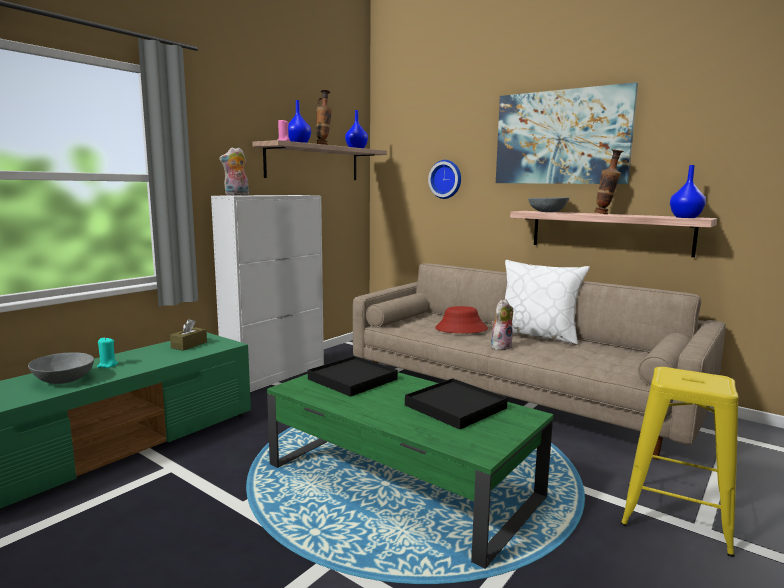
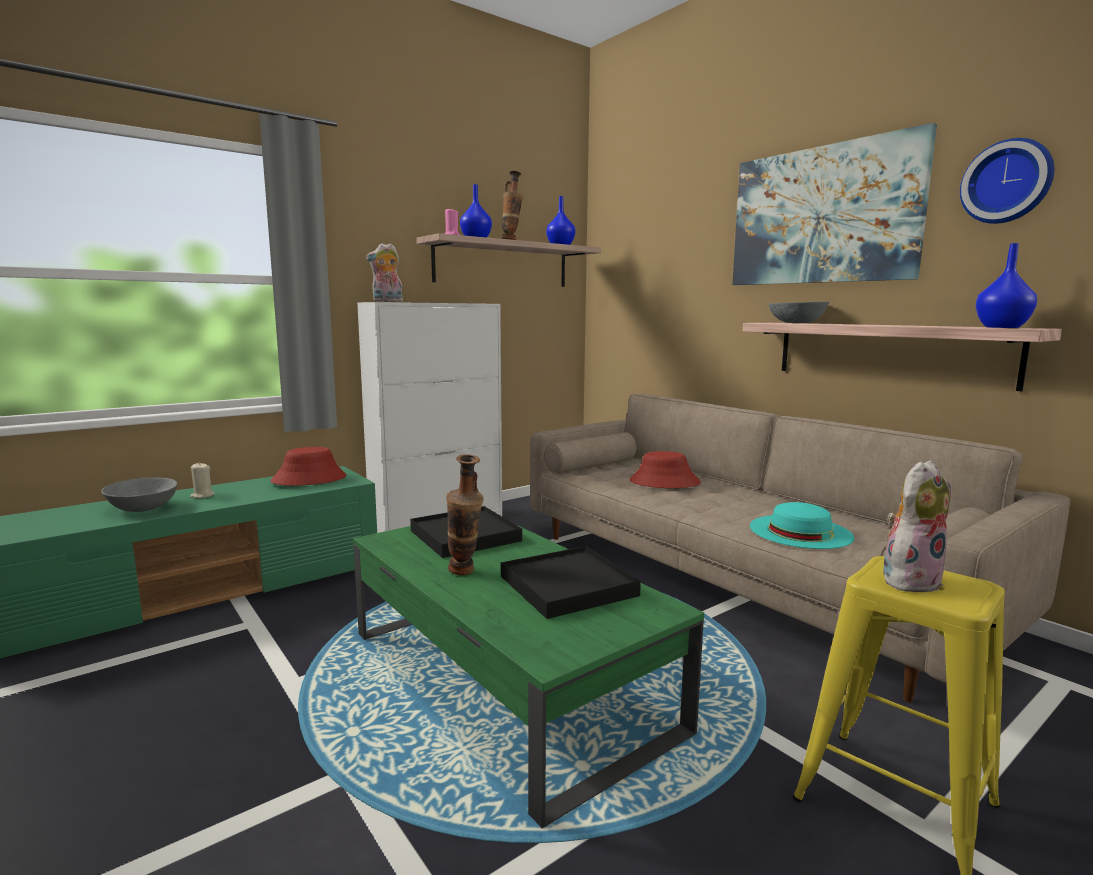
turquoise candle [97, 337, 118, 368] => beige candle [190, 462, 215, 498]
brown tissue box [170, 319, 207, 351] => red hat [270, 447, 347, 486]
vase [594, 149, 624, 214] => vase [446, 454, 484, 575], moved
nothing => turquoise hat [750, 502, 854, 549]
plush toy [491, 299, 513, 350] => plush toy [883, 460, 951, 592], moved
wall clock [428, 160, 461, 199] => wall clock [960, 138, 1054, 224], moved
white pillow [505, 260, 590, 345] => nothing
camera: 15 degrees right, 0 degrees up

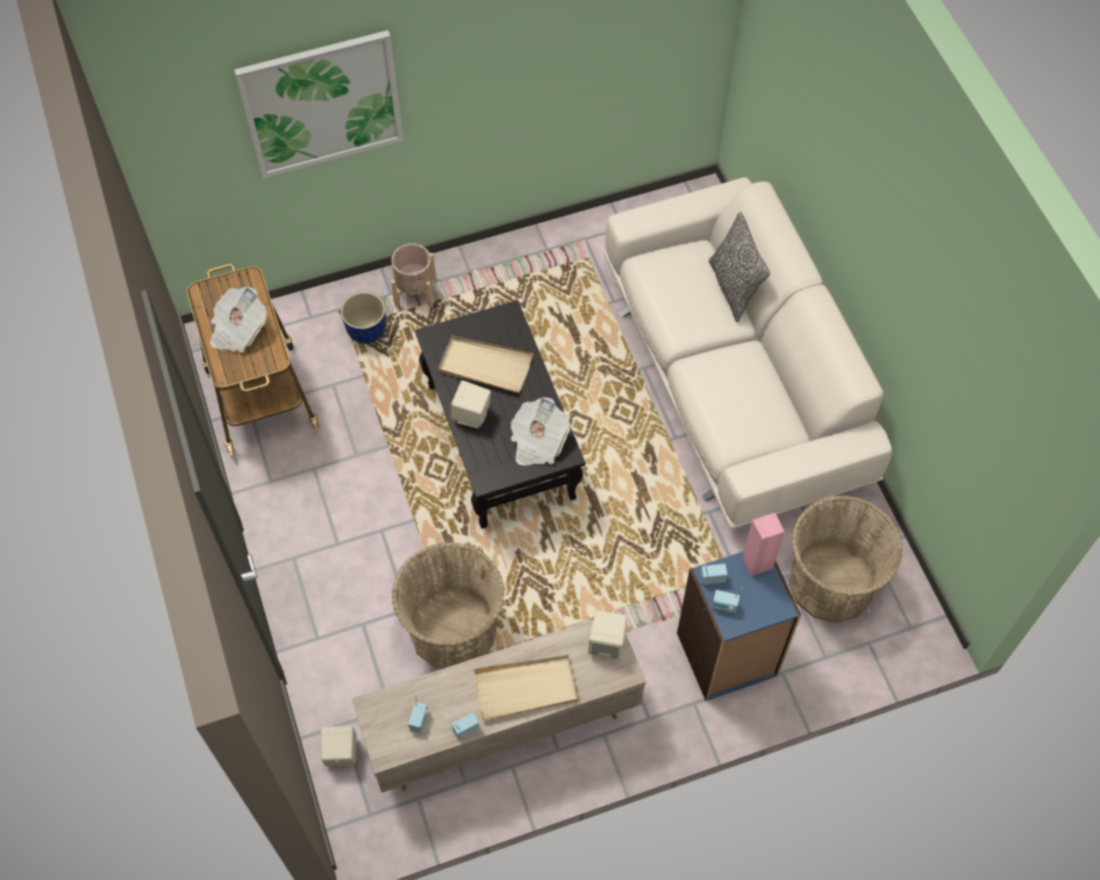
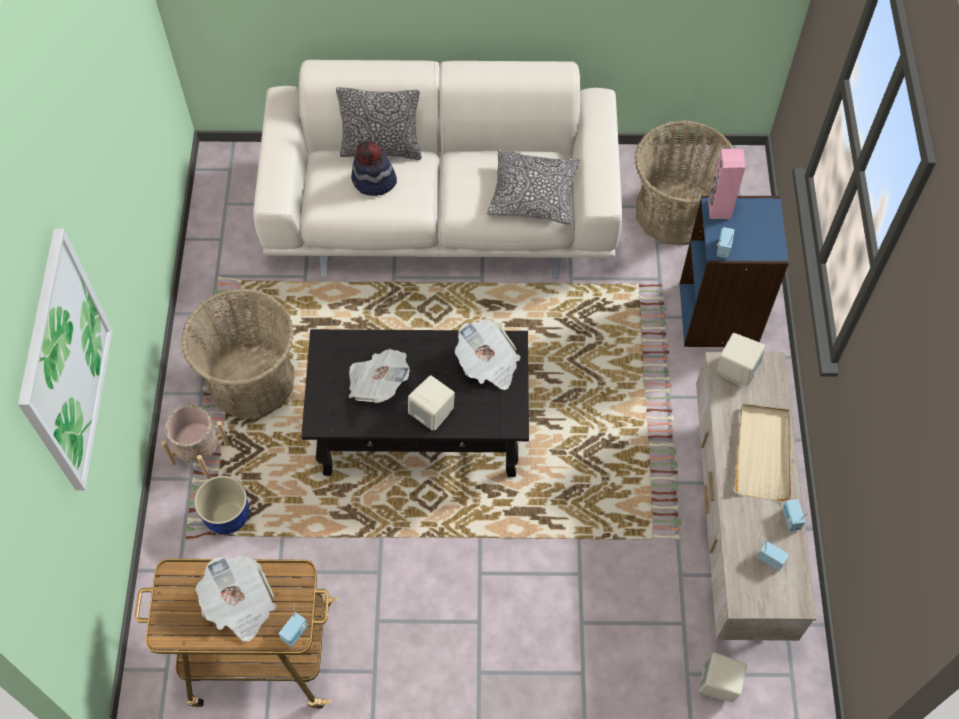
basket [392, 542, 504, 669] => basket [181, 289, 294, 418], moved
radio [712, 588, 742, 613] => radio [278, 605, 308, 647], moved
beige tray [438, 336, 533, 393] => newspaper [349, 349, 410, 403]
nothing => hat [351, 141, 397, 196]
nothing => pillow [487, 150, 580, 225]
camera: 70 degrees left, 0 degrees up

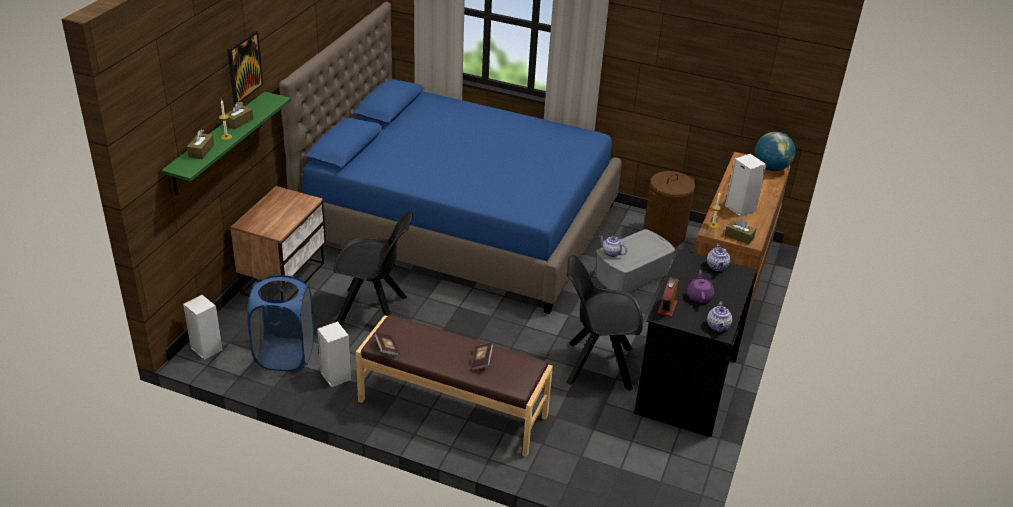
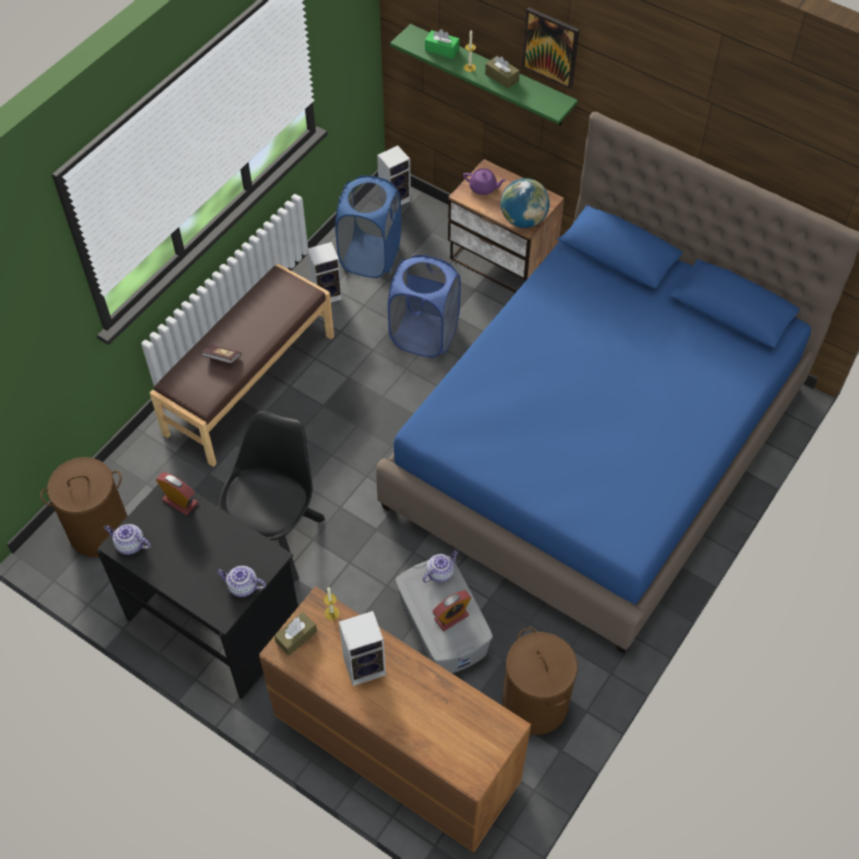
nothing => brown laundry basket [40, 457, 127, 557]
black chair [333, 211, 413, 326] => blue laundry basket [388, 255, 461, 358]
brown tissue box [187, 129, 214, 159] => green tissue box [425, 29, 459, 59]
nothing => alarm clock [432, 590, 471, 631]
purple teapot [687, 270, 714, 303] => purple teapot [463, 168, 507, 195], moved
globe [755, 132, 796, 171] => globe [501, 178, 550, 228], moved
book [374, 332, 400, 356] => nothing
camera: 105 degrees right, 20 degrees up

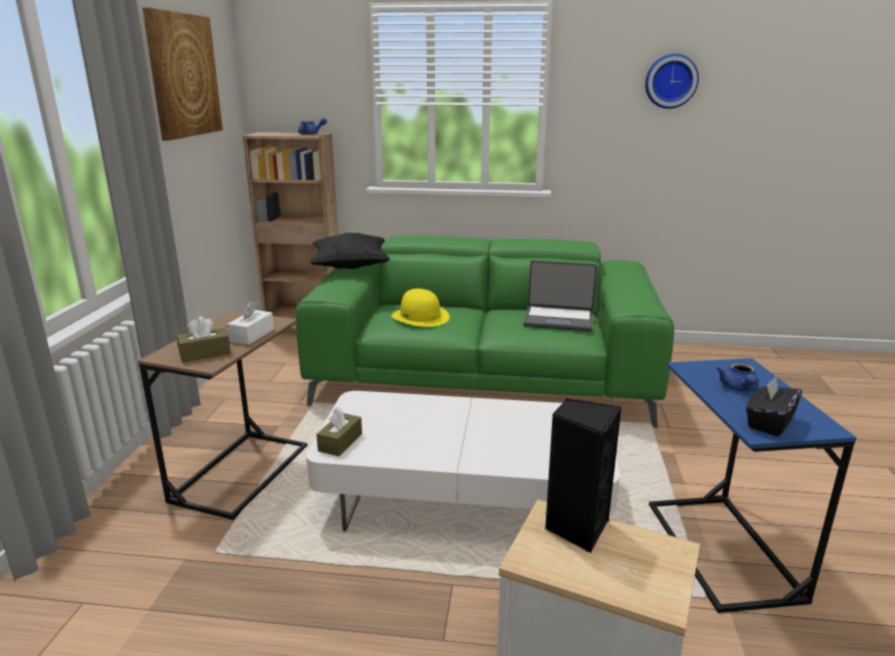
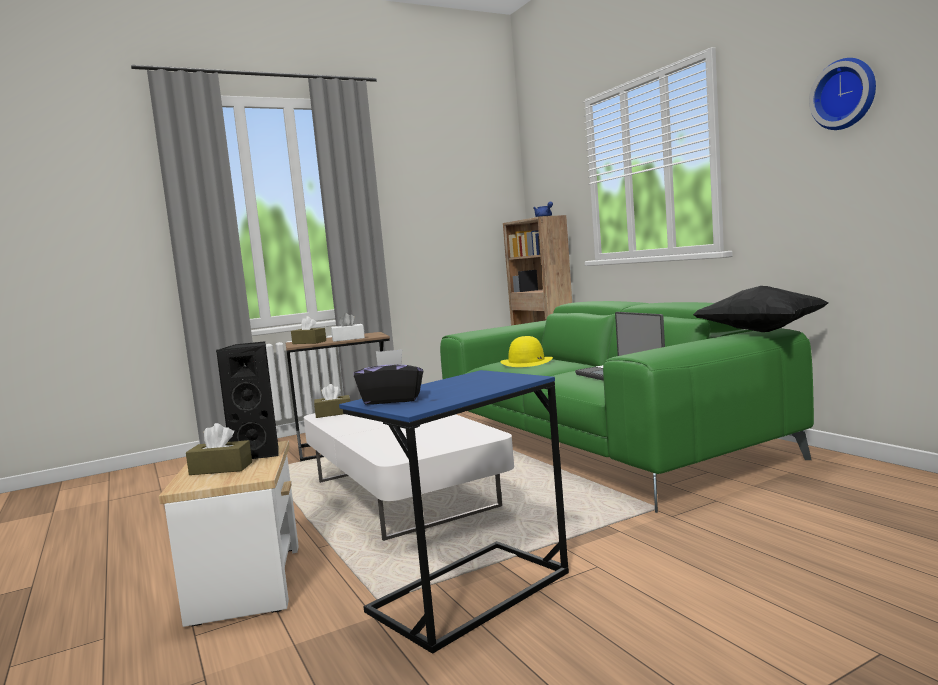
nothing => brown tissue box [186, 423, 252, 475]
black pillow [309, 233, 390, 269] => black pillow [693, 286, 829, 332], moved
picture [143, 7, 223, 141] => nothing
blue teapot [717, 362, 759, 392] => nothing
camera: 55 degrees right, 15 degrees down

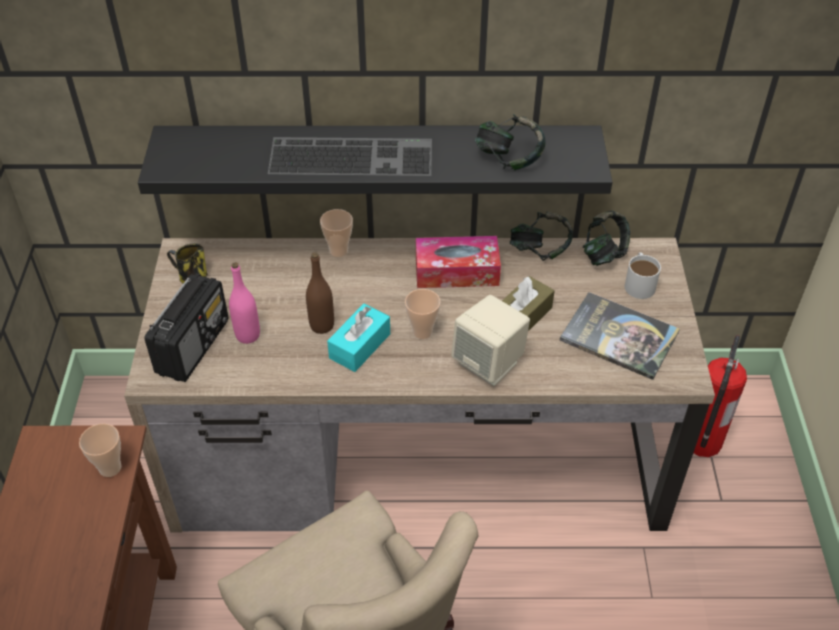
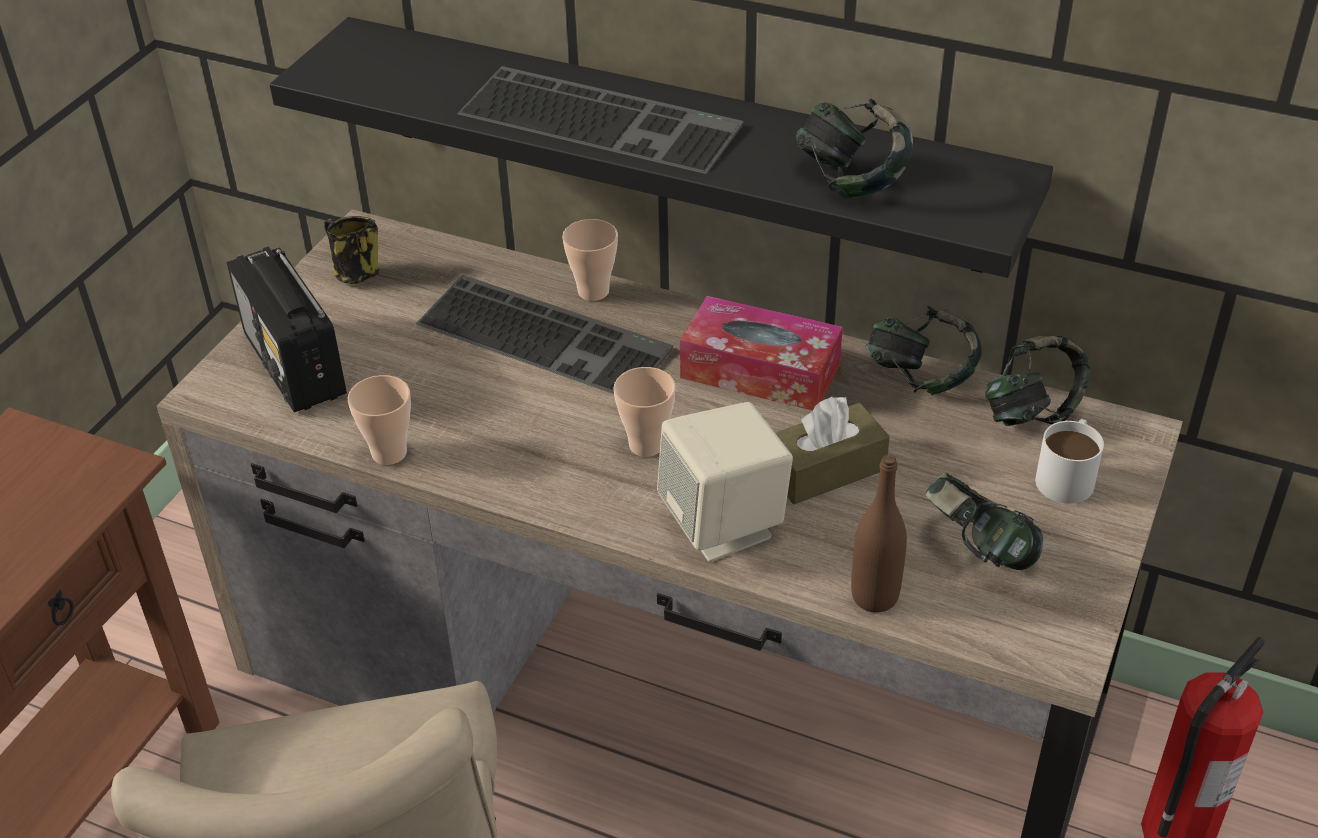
radio [144, 274, 228, 382] => radio [227, 247, 347, 413], 105 degrees clockwise
cup [79, 423, 121, 477] => cup [348, 375, 411, 465], moved
nothing => keyboard [416, 275, 673, 394]
brown bottle [306, 253, 334, 334] => brown bottle [851, 454, 907, 612], moved
book [560, 292, 680, 380] => headphones [926, 472, 1043, 570]
pink bottle [229, 262, 260, 344] => nothing
turquoise tissue box [327, 304, 390, 372] => nothing
camera: 25 degrees right, 5 degrees down

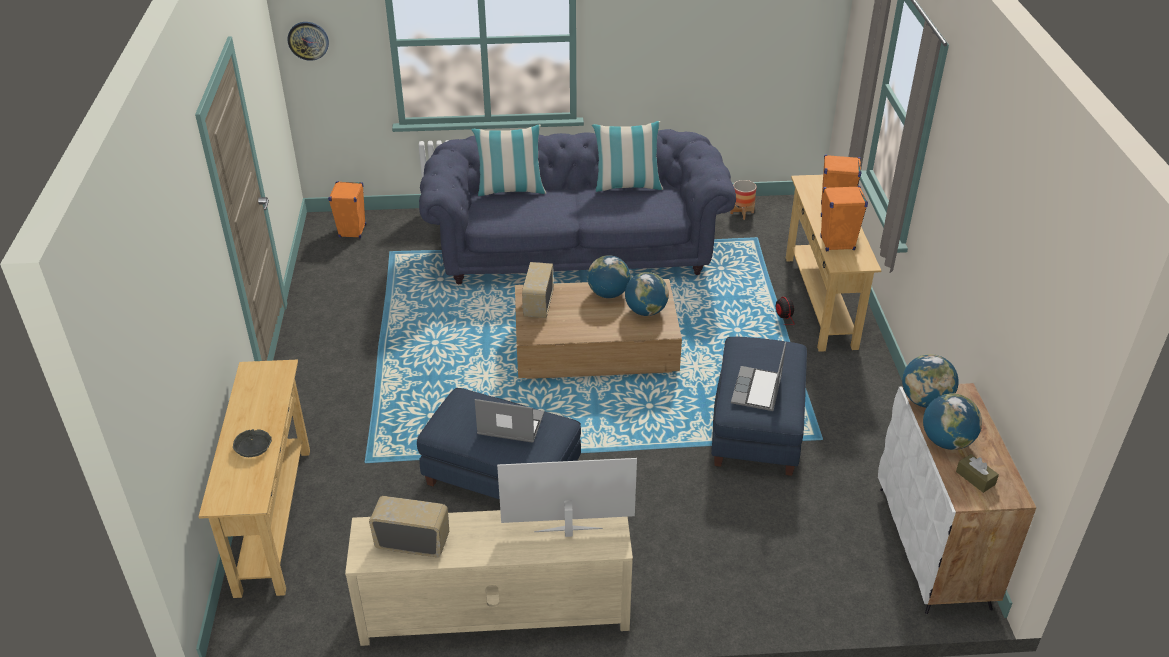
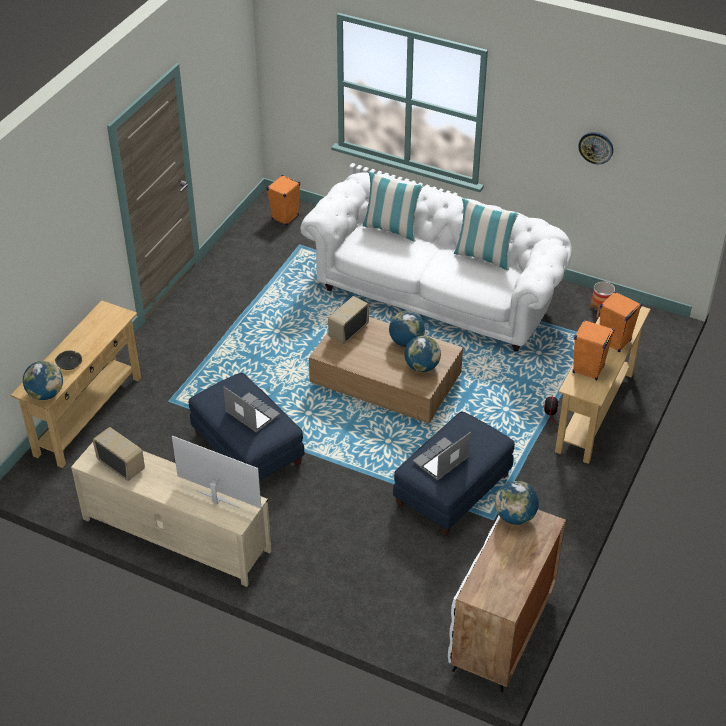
globe [923, 393, 982, 450] => globe [23, 361, 63, 400], moved
blue sofa [419, 129, 736, 284] => white sofa [300, 172, 572, 352]
wall clock [287, 22, 329, 61] => wall clock [578, 132, 613, 164], moved
brown tissue box [956, 454, 999, 493] => nothing
camera: 30 degrees right, 5 degrees up

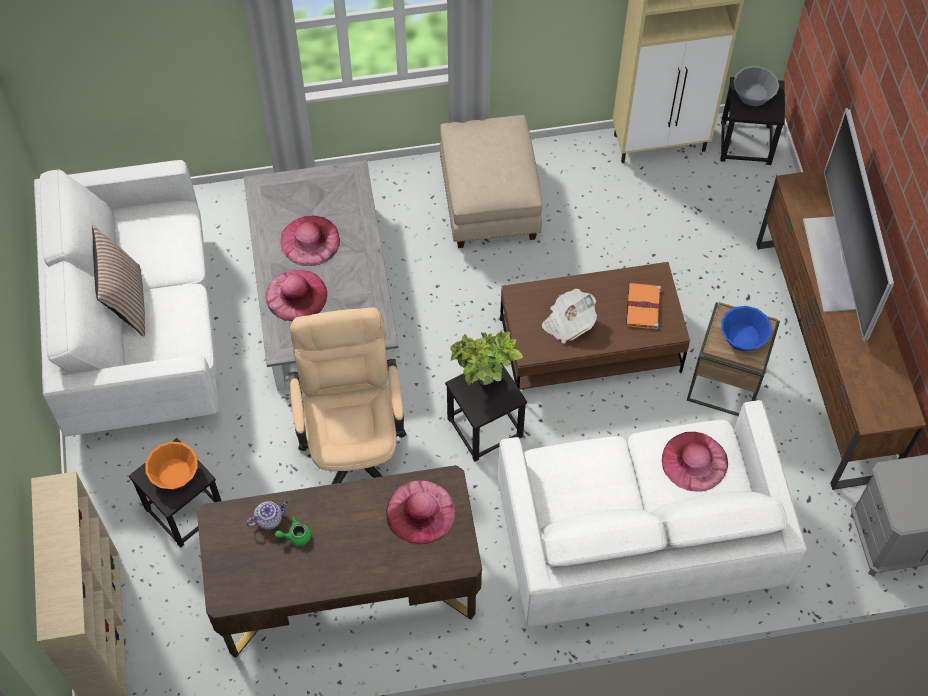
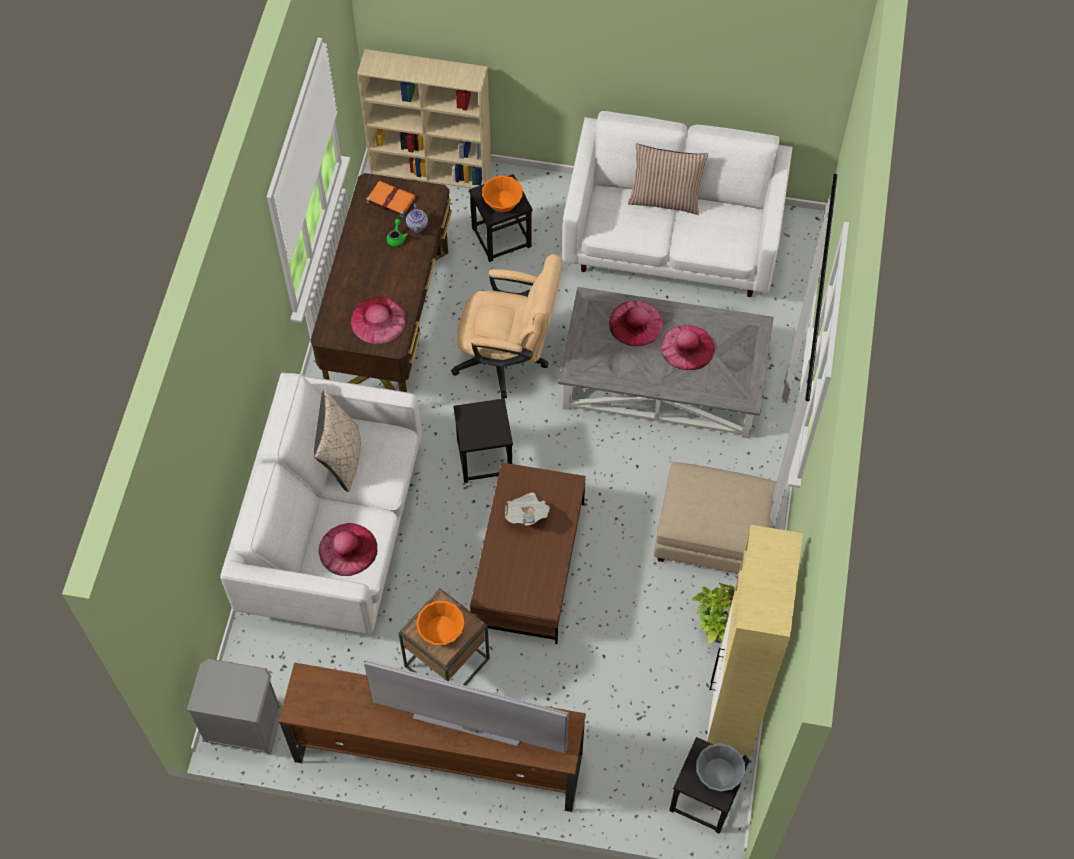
nothing => beige pillow [314, 390, 361, 492]
orange book [626, 283, 661, 333] => orange book [365, 181, 416, 217], moved
blue bowl [721, 306, 771, 351] => orange bowl [416, 601, 465, 645]
potted plant [450, 331, 523, 385] => potted plant [691, 583, 735, 644], moved
camera: 110 degrees right, 0 degrees up

